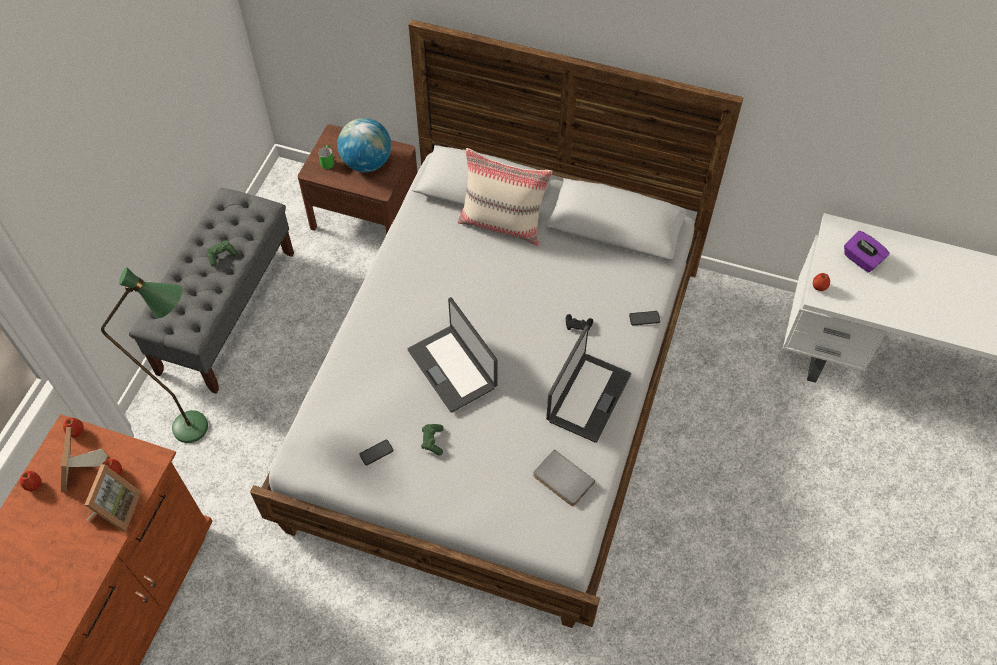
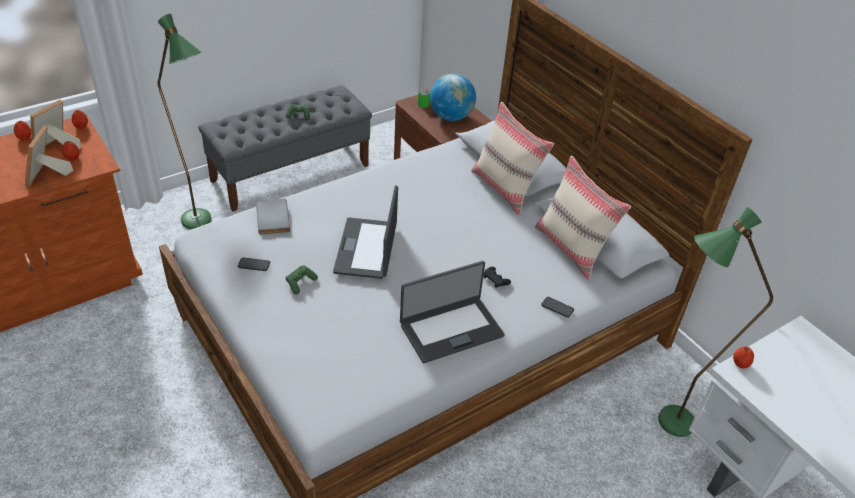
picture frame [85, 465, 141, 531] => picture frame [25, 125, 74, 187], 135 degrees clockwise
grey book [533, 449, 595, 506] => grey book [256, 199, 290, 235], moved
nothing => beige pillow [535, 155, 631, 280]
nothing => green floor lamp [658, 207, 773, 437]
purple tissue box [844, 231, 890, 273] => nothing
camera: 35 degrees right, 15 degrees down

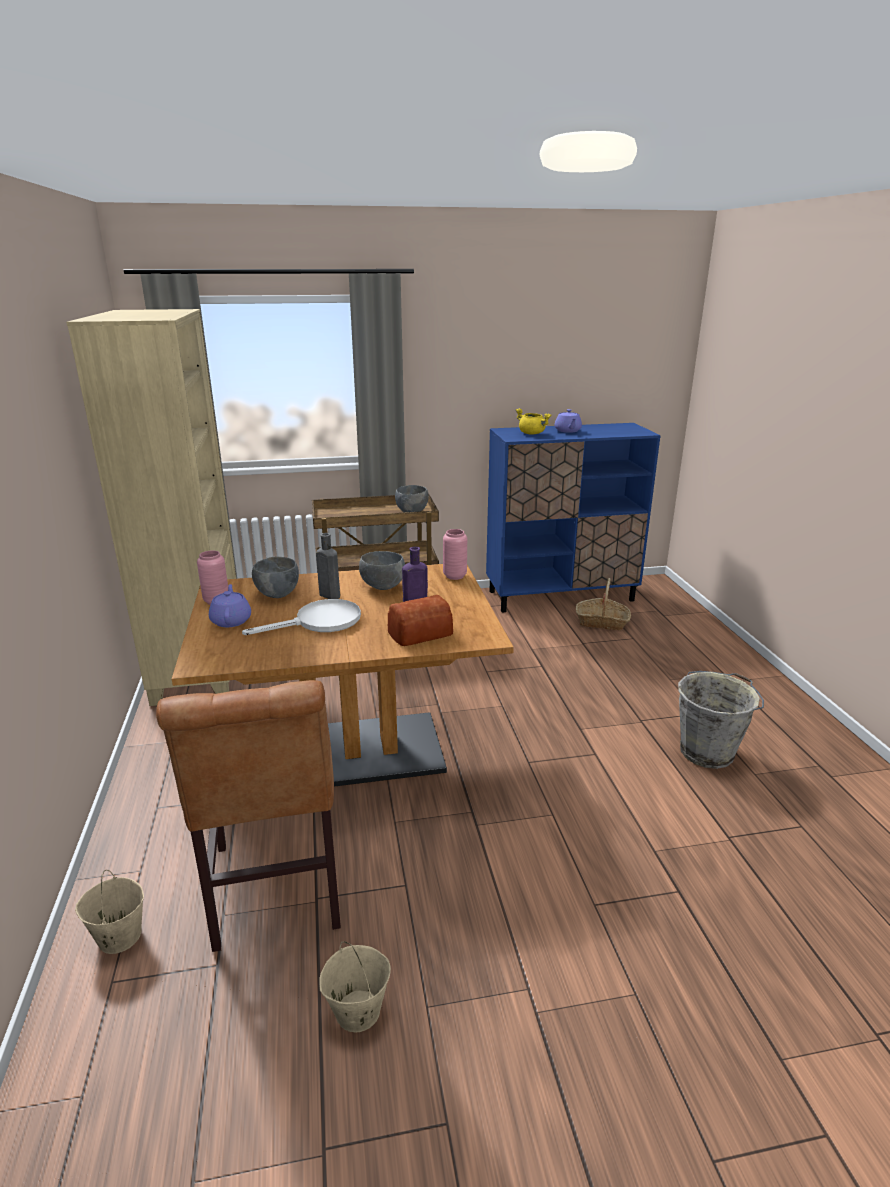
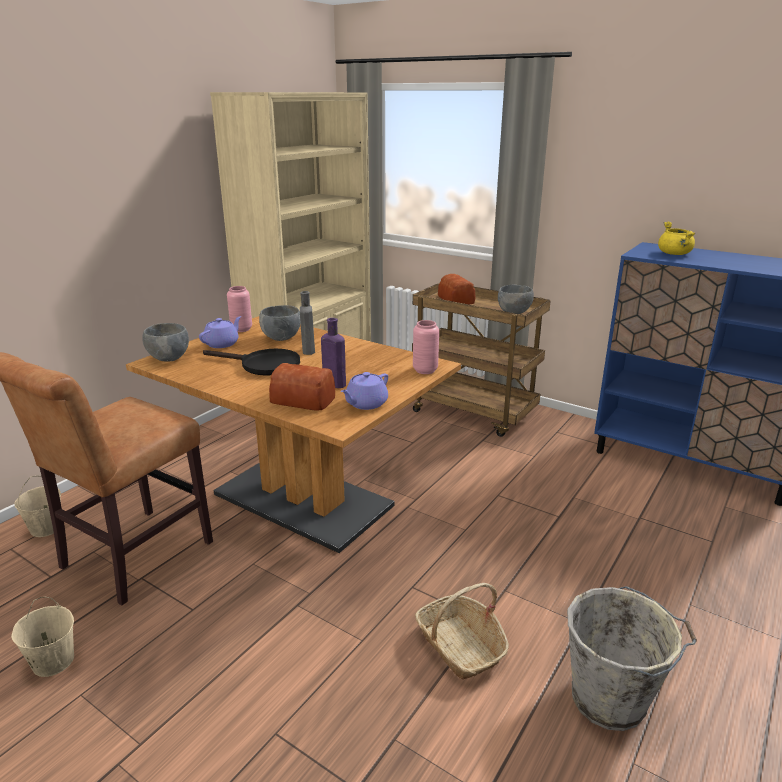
grey bowl [359, 551, 405, 590] => grey bowl [142, 323, 189, 362], moved
white frying pan [242, 599, 361, 635] => black frying pan [203, 349, 300, 376]
purple teapot [555, 409, 582, 433] => purple teapot [341, 372, 388, 410], moved
basket [576, 578, 631, 630] => basket [415, 583, 509, 680], moved
nothing => bread [438, 274, 476, 305]
camera: 45 degrees right, 0 degrees up

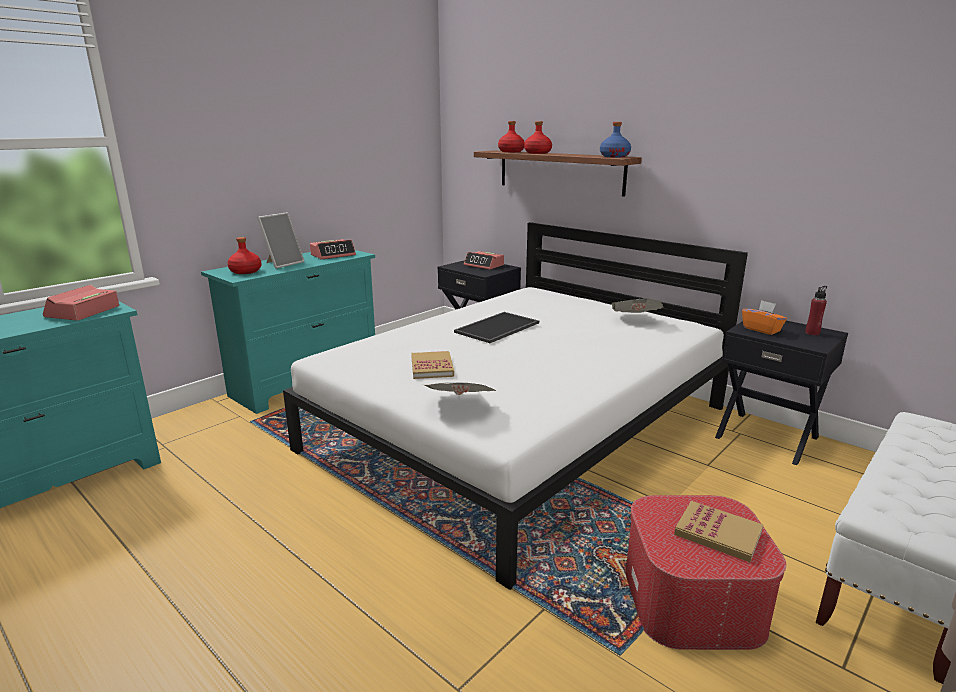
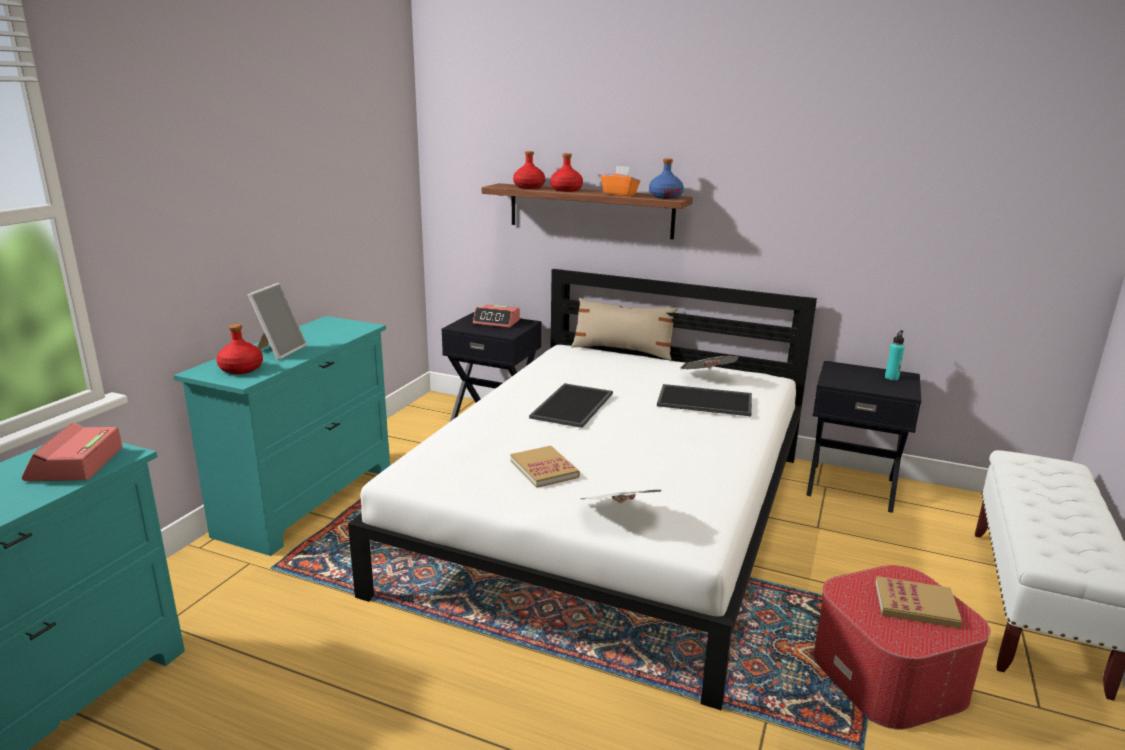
nothing => beige pillow [571, 298, 678, 360]
orange tissue box [742, 300, 787, 335] => orange tissue box [601, 166, 640, 196], moved
nothing => tray [657, 384, 752, 416]
red bottle [805, 286, 827, 335] => turquoise bottle [885, 330, 905, 380]
alarm clock [310, 239, 356, 260] => nothing
camera: 20 degrees left, 0 degrees up

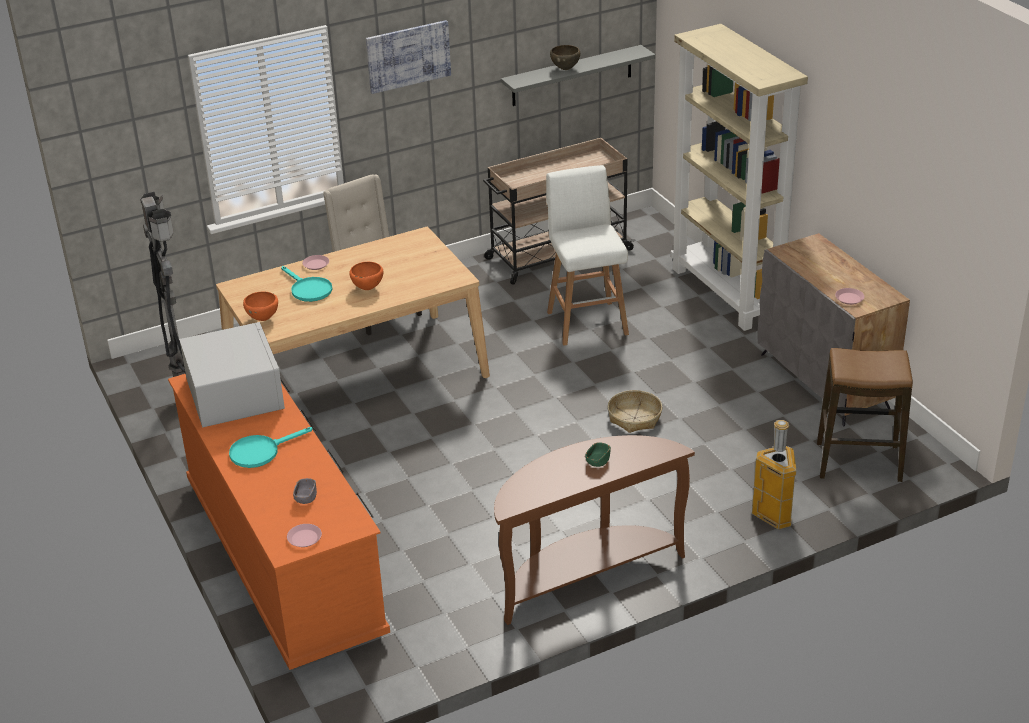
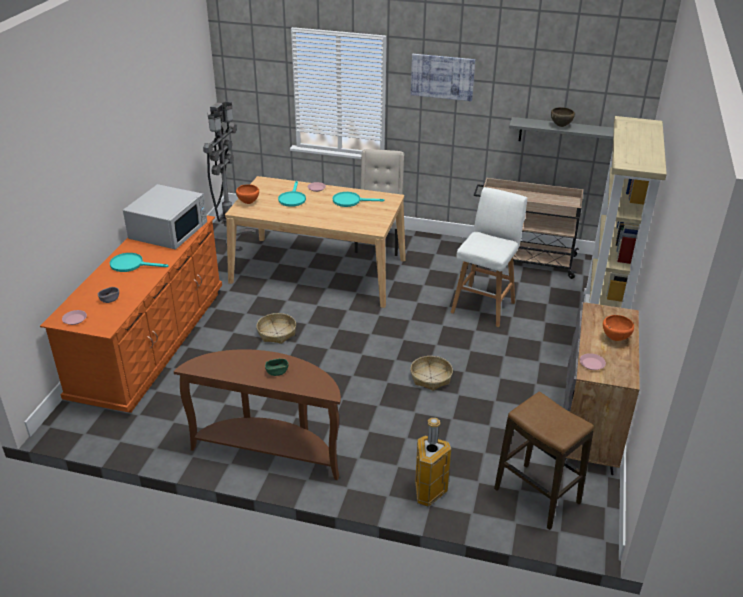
nothing => basket [256, 313, 296, 344]
nothing => turquoise frying pan [333, 192, 384, 207]
orange bowl [349, 262, 383, 290] => orange bowl [603, 315, 634, 341], moved
camera: 40 degrees right, 0 degrees up

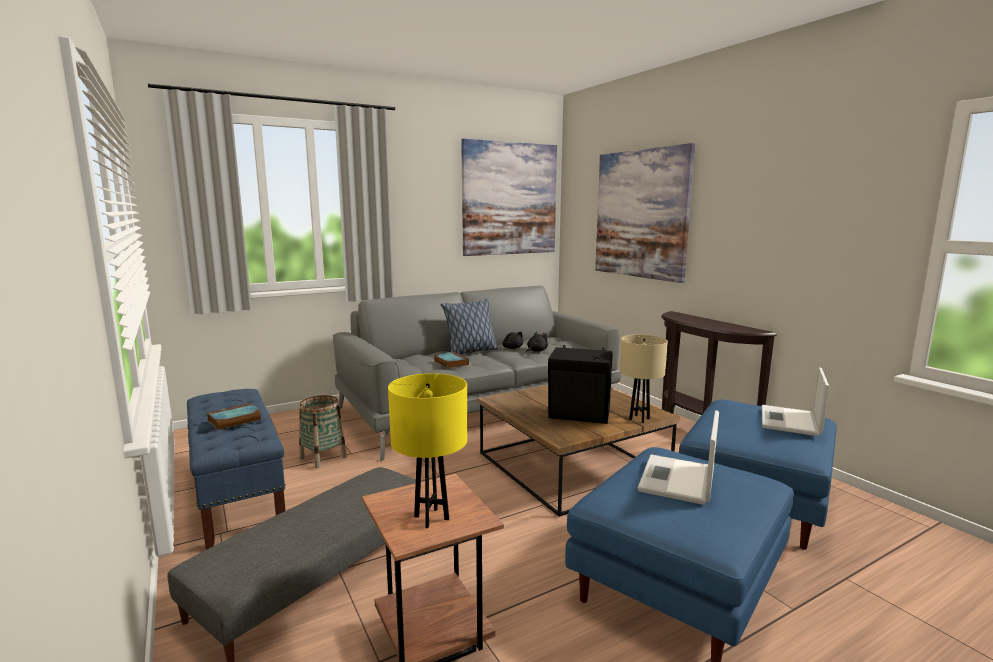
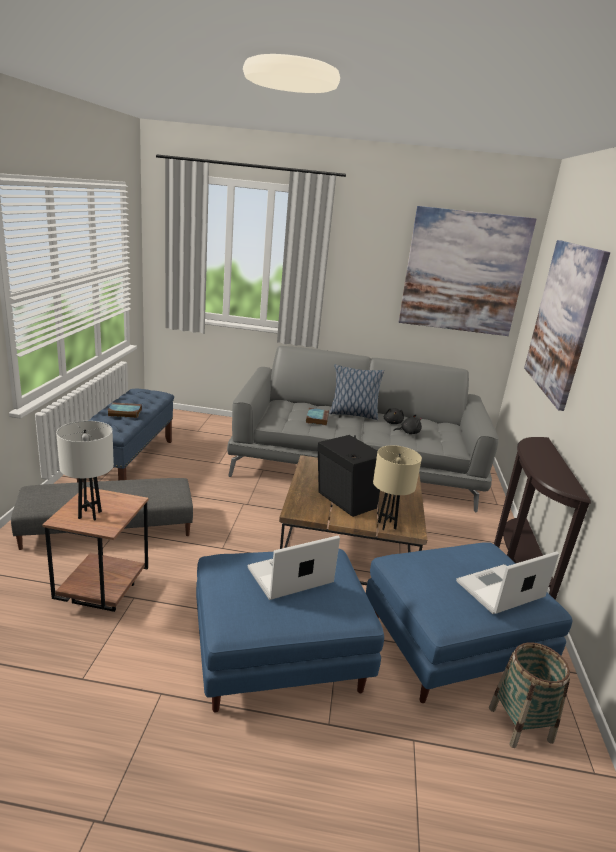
yellow table lamp [388, 373, 467, 528] => white table lamp [56, 421, 114, 521]
basket [299, 395, 347, 468] => basket [489, 642, 570, 748], moved
camera: 35 degrees right, 10 degrees up

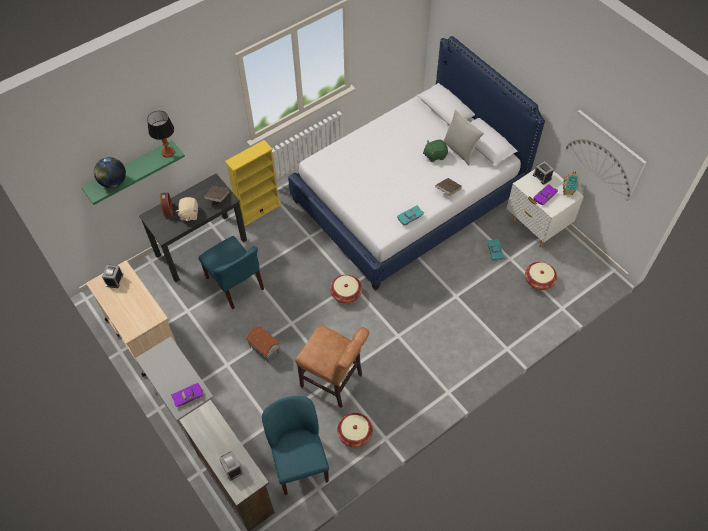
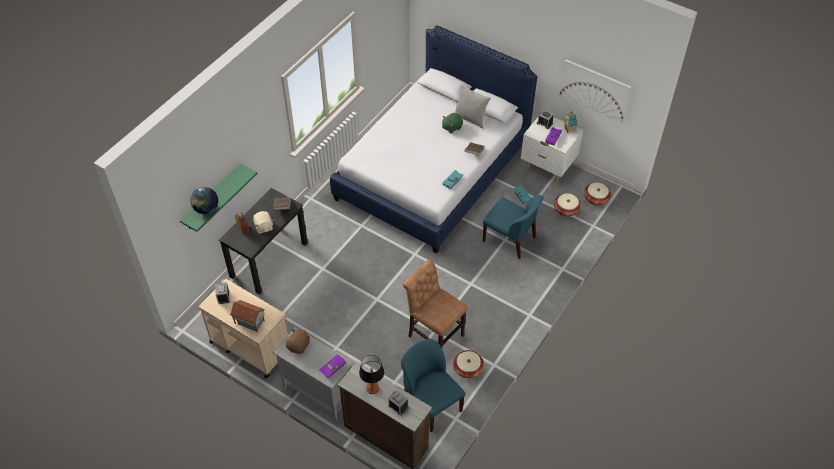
toy house [245, 326, 281, 363] => toy house [230, 300, 265, 332], moved
nothing => brown plush toy [286, 329, 310, 354]
table lamp [147, 111, 175, 158] => table lamp [359, 355, 384, 394], moved
brown chair [295, 324, 369, 408] => brown chair [403, 260, 467, 348], 150 degrees counterclockwise
blue chair [198, 236, 264, 309] => blue chair [483, 195, 544, 259], moved
basket [330, 275, 362, 303] => basket [584, 182, 611, 206], moved
yellow bookcase [225, 140, 281, 226] => nothing
camera: 20 degrees left, 5 degrees down

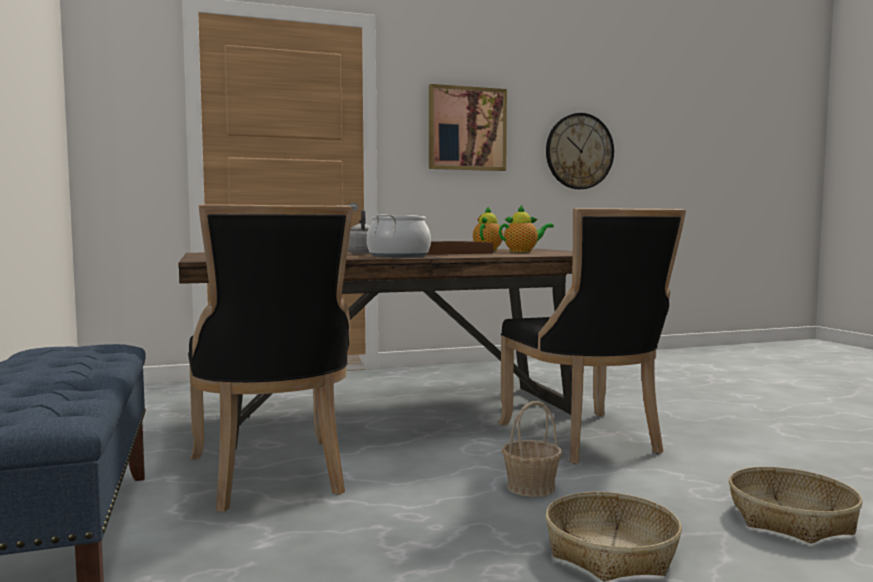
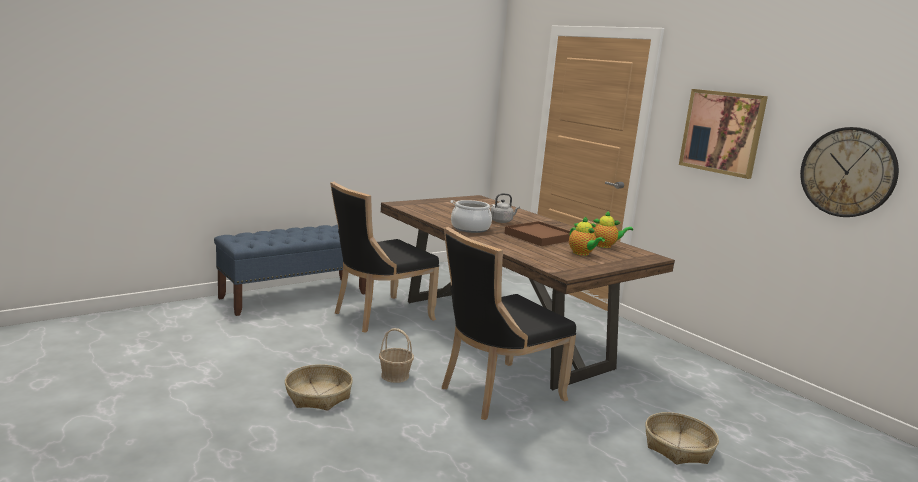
basket [729, 467, 863, 543] => basket [645, 412, 719, 464], moved
camera: 70 degrees right, 10 degrees up

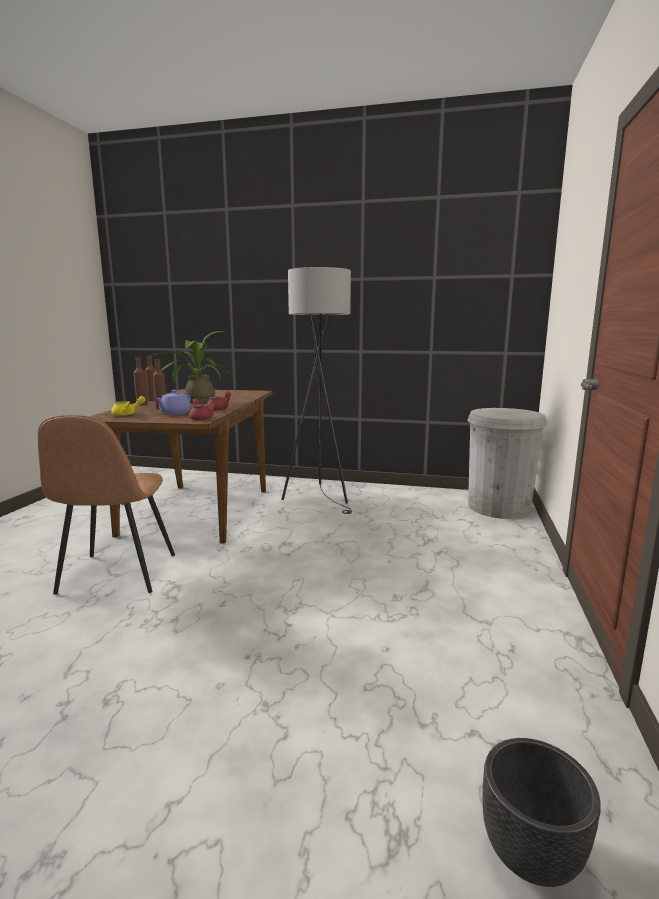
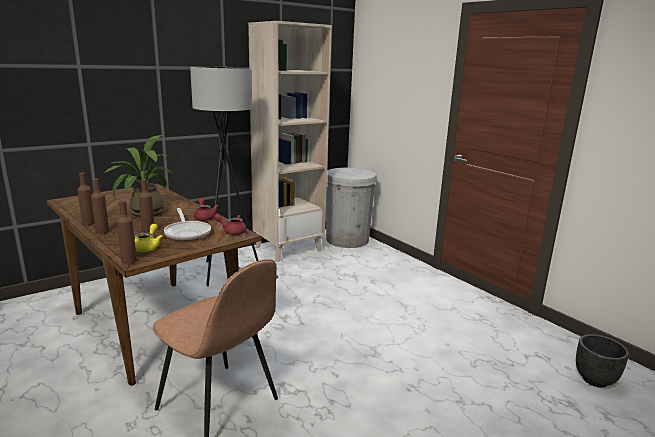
nothing => brown bottle [117, 201, 137, 264]
purple teapot [156, 390, 191, 415] => frying pan [164, 208, 211, 241]
nothing => beige bookcase [248, 21, 332, 262]
camera: 50 degrees left, 5 degrees up

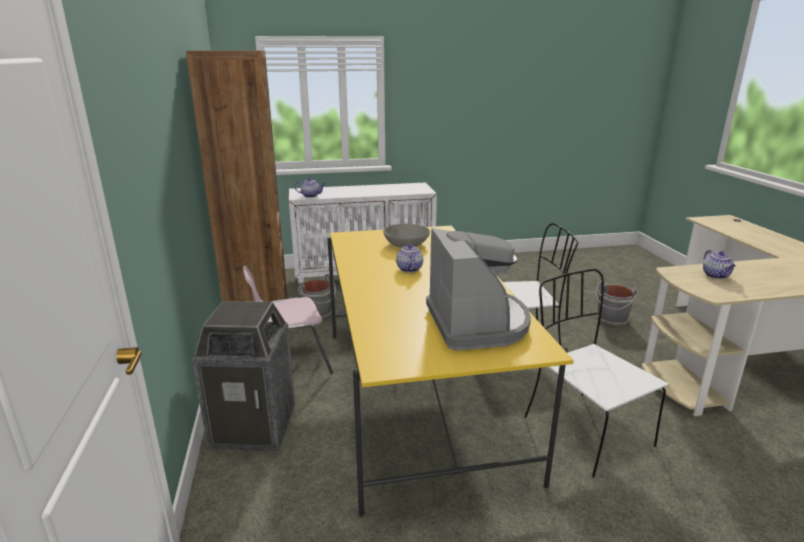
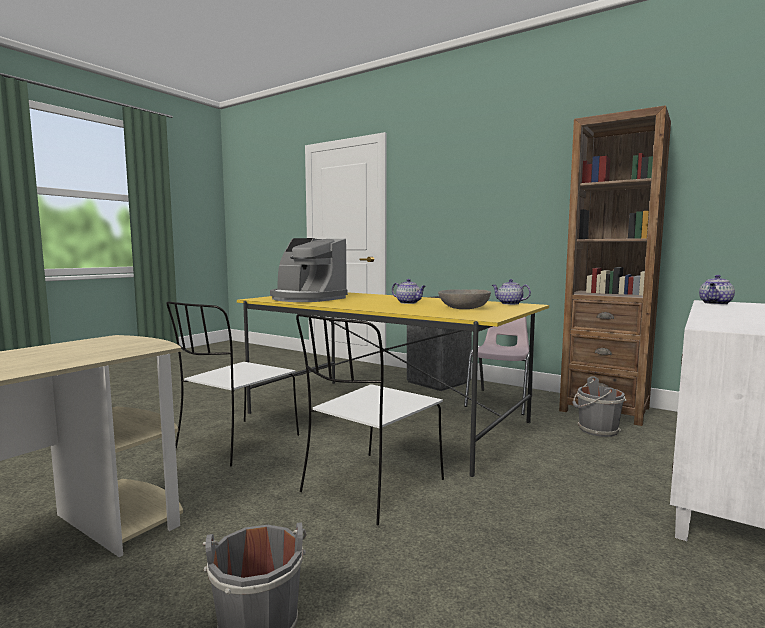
white chair [524, 269, 668, 477] => white chair [166, 301, 299, 466], 105 degrees clockwise
teapot [703, 250, 736, 279] => teapot [492, 279, 531, 305], moved
camera: 135 degrees right, 15 degrees down

